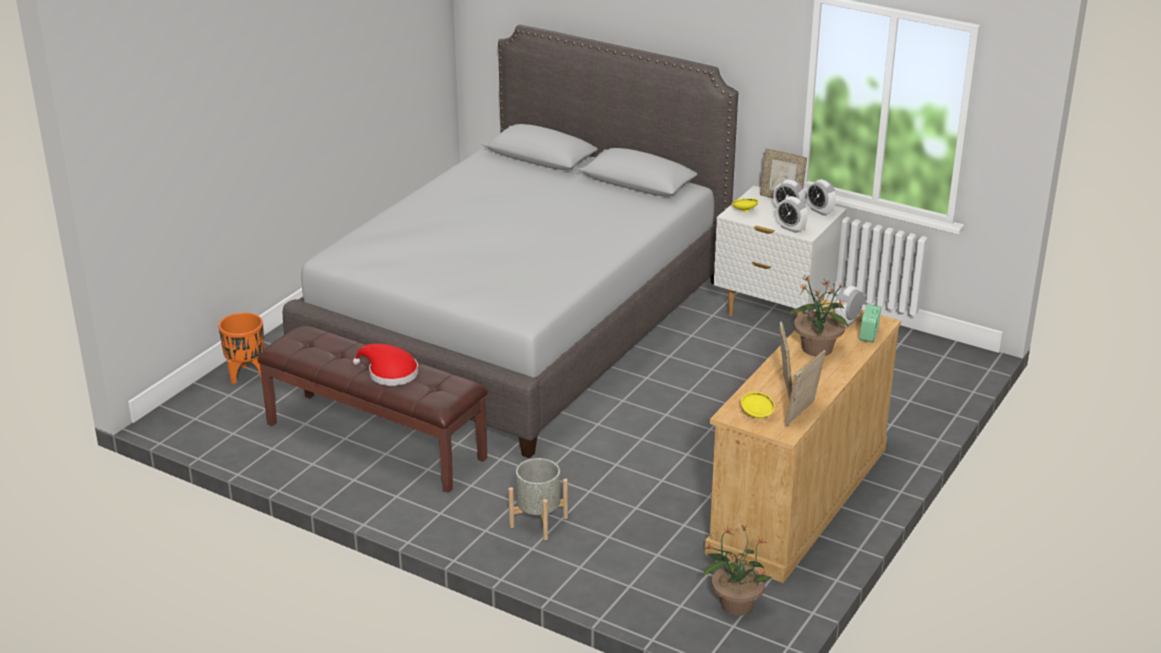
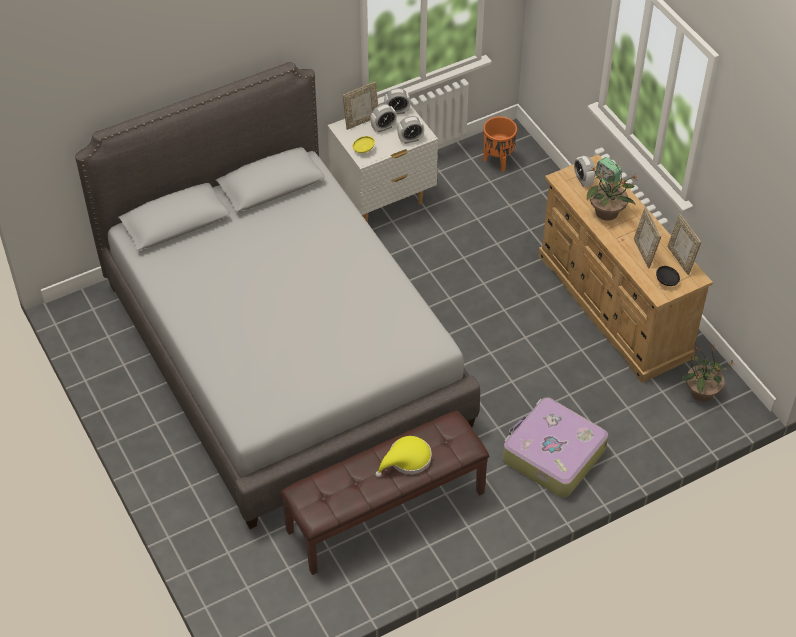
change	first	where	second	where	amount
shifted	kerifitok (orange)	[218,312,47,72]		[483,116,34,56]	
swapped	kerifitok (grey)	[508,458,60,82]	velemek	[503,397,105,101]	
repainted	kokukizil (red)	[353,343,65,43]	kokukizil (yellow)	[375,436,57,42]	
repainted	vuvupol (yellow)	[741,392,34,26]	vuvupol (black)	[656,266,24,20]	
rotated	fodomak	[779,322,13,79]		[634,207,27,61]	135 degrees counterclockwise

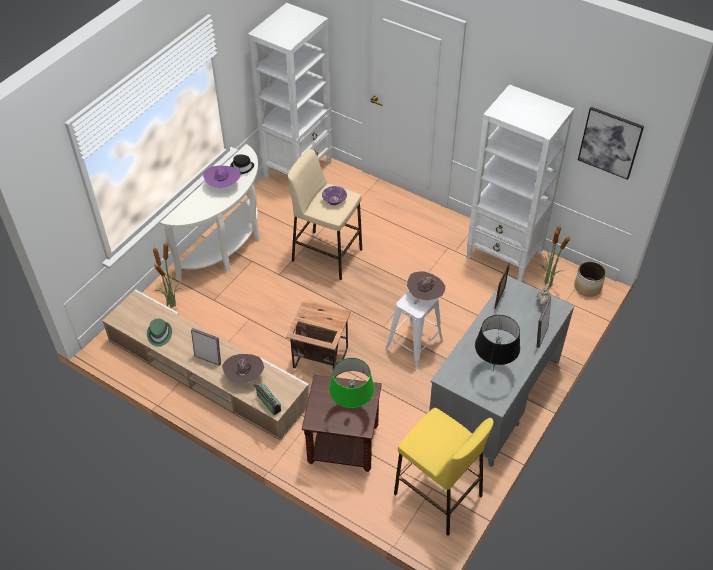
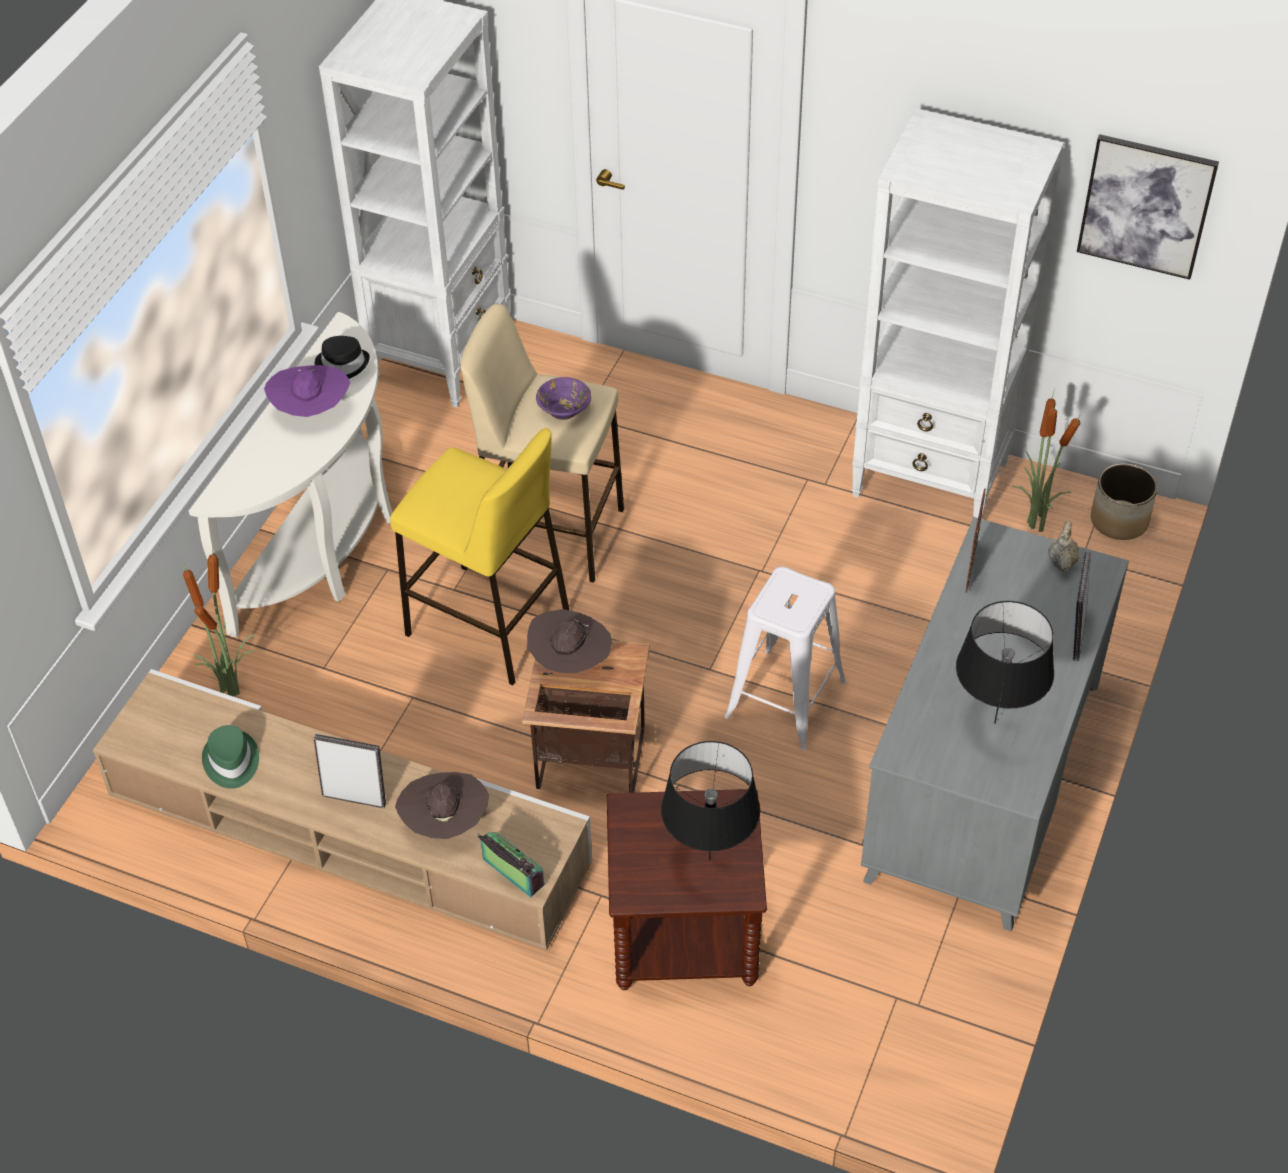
change	first	where	second	where	amount
shifted	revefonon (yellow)	[394,408,100,127]		[390,428,180,257]	
shifted	kokukizil (brown)	[407,271,38,30]		[527,609,85,64]	
repainted	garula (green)	[329,358,46,54]	garula (black)	[661,741,99,119]	

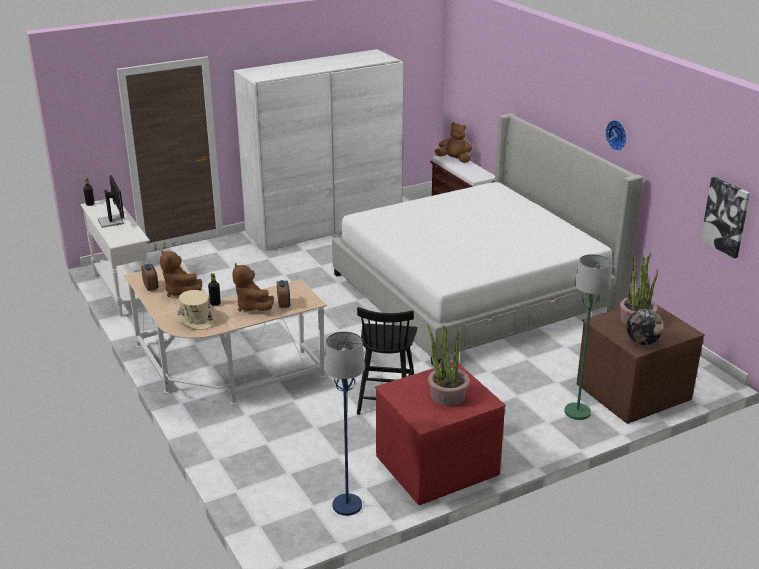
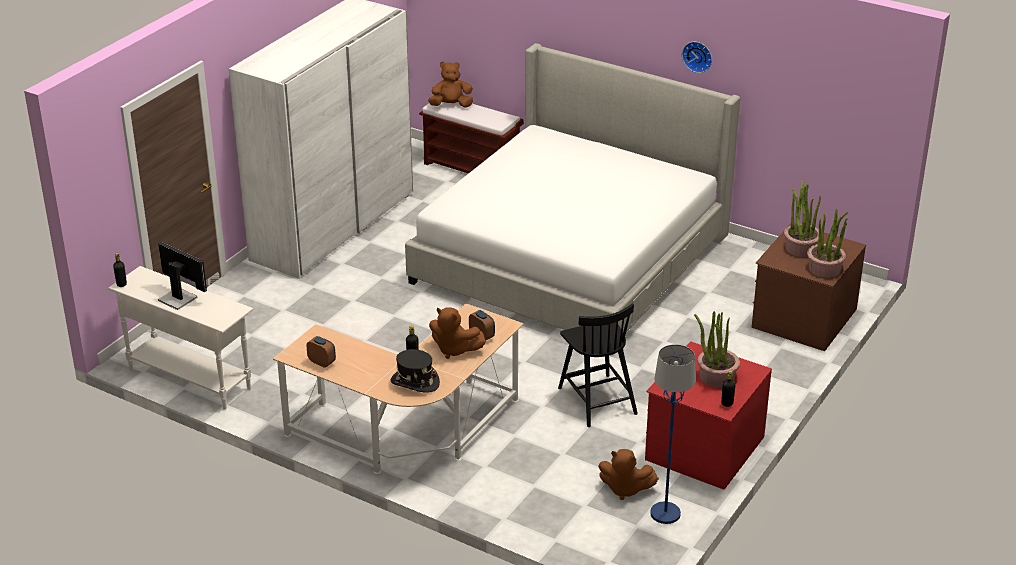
change	first	where	second	where	amount
gone	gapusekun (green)	[564,254,48,166]			
gone	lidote	[700,177,50,81]			
new			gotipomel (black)	[721,371,15,36]	
shifted	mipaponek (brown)	[160,250,42,47]		[598,449,61,51]	
swapped	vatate	[626,309,38,36]	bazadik	[807,209,41,69]	
repainted	kokukizil (beige)	[175,290,41,40]	kokukizil (black)	[391,349,49,44]	

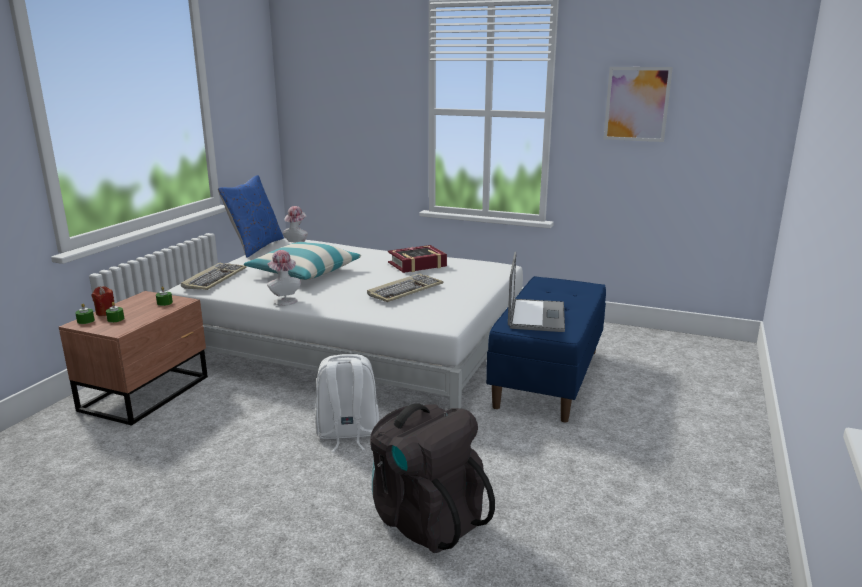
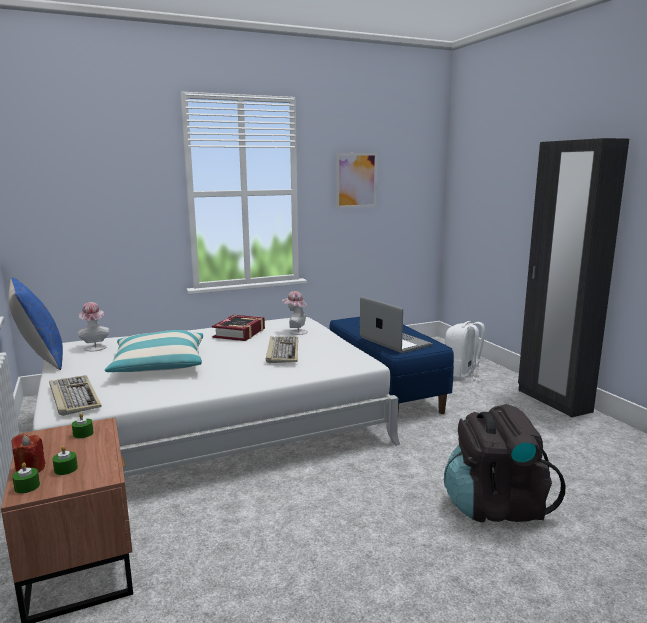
change	first	where	second	where	amount
new			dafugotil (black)	[518,138,111,280]	
shifted	kokukizil	[267,250,34,56]		[282,291,26,44]	
shifted	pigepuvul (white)	[315,354,64,98]		[445,321,42,60]	

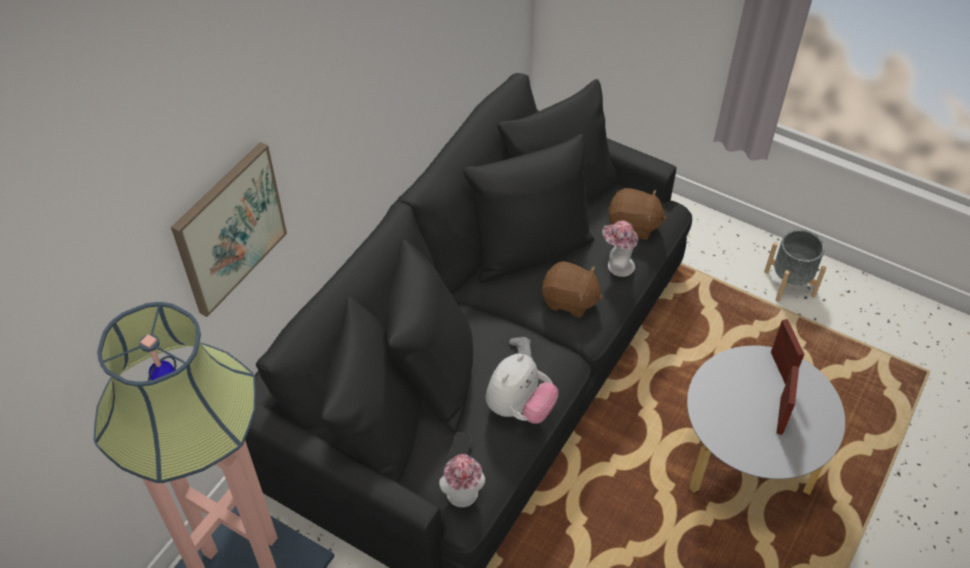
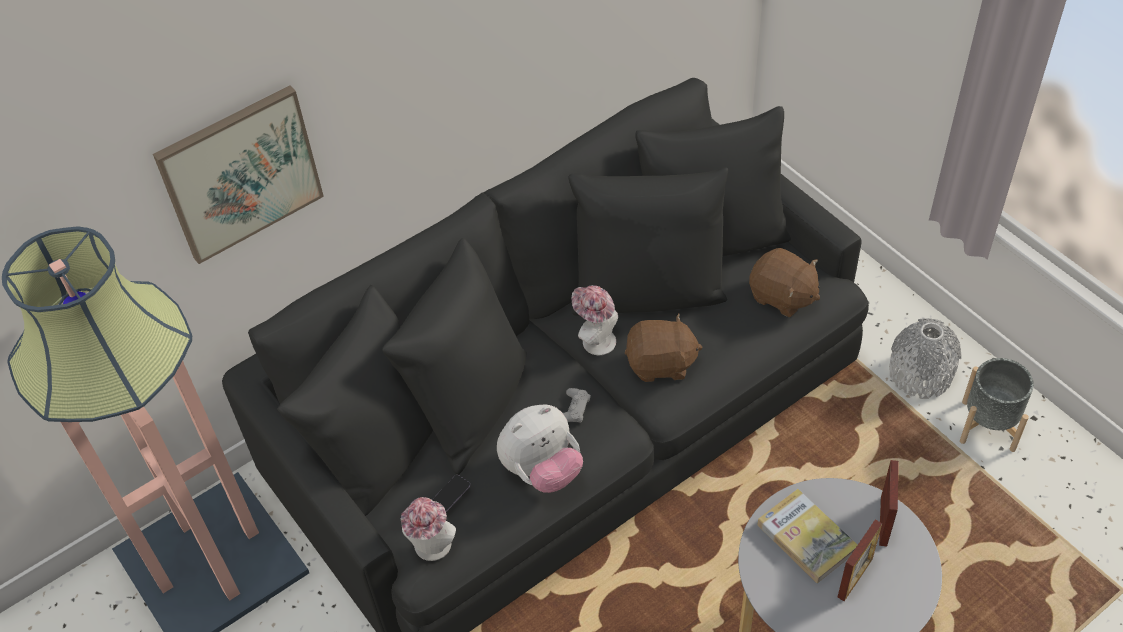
change	first	where	second	where	amount
new			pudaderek	[758,489,100,94]	
new			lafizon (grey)	[889,318,72,81]	
shifted	kokukizil	[602,220,36,57]		[571,285,47,70]	
rotated	mipaponek (brown)	[542,261,61,57]		[625,314,78,68]	45 degrees counterclockwise

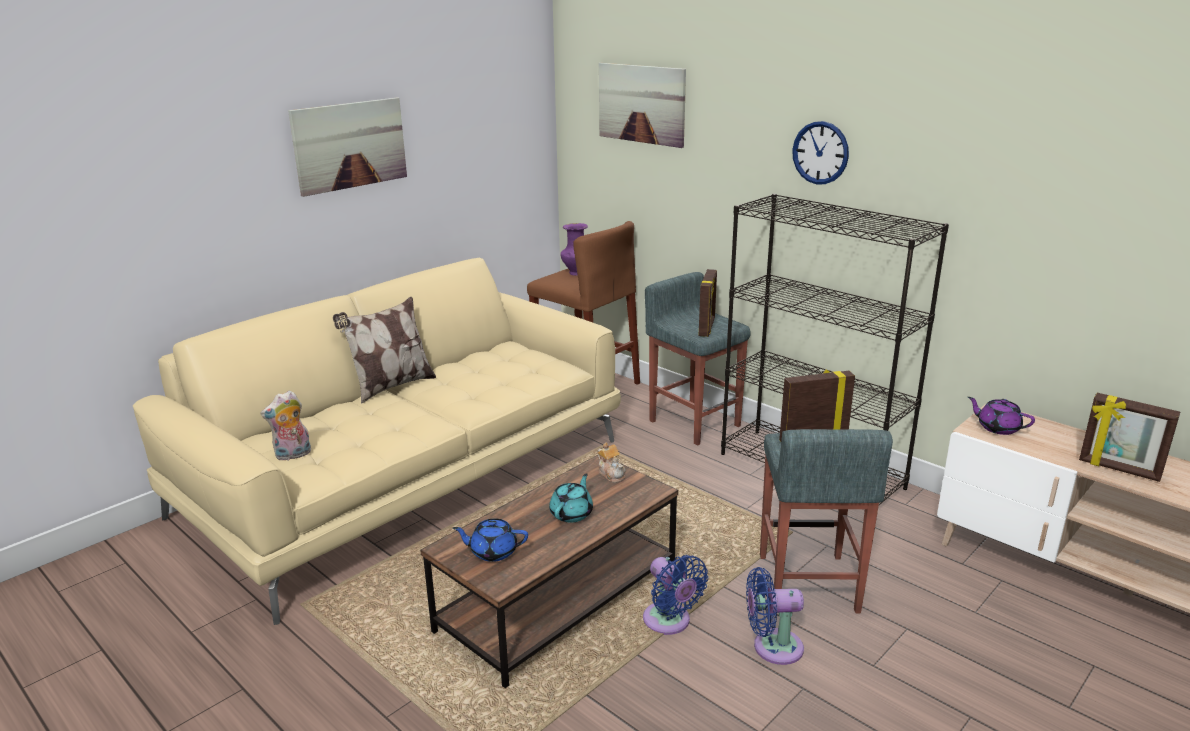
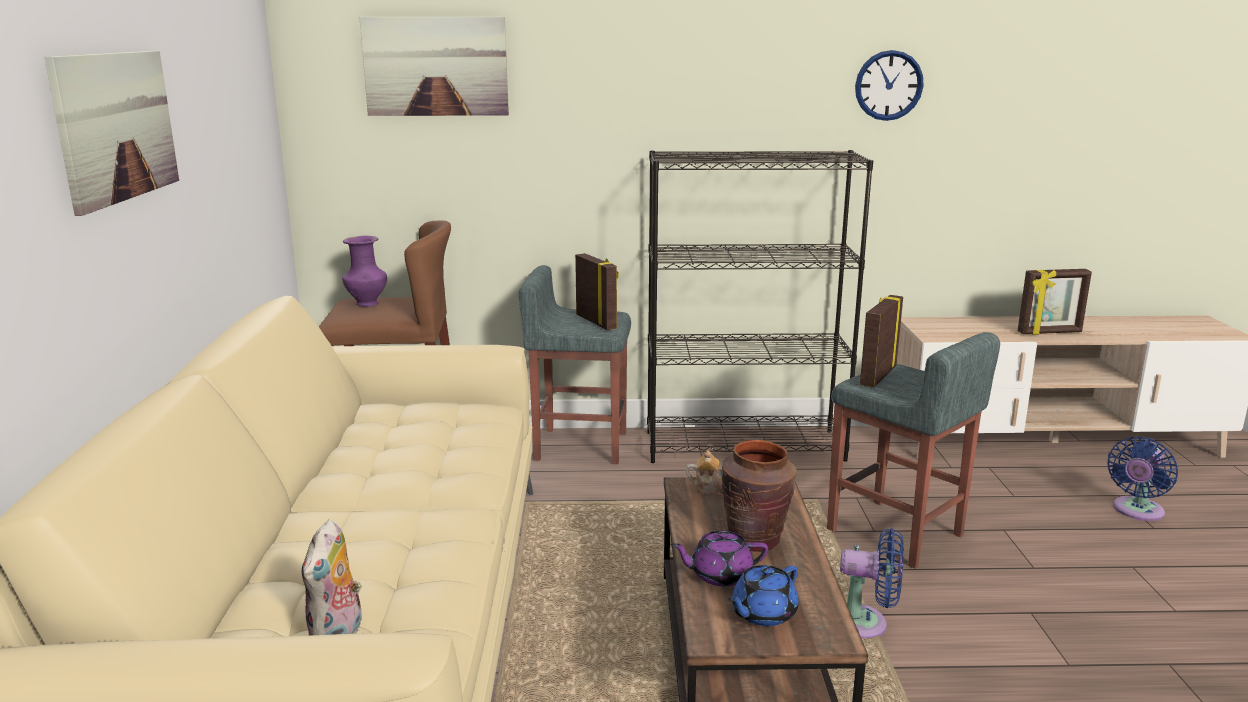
change	first	where	second	where	amount
gone	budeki	[333,297,103,107]			
shifted	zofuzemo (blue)	[746,567,58,98]		[1108,437,70,84]	
shifted	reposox	[792,121,57,63]		[855,50,69,71]	
shifted	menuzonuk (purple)	[968,397,67,38]		[671,531,97,55]	
swapped	menuzonuk (turquoise)	[549,473,44,50]	lafizon (brown)	[722,440,75,112]	

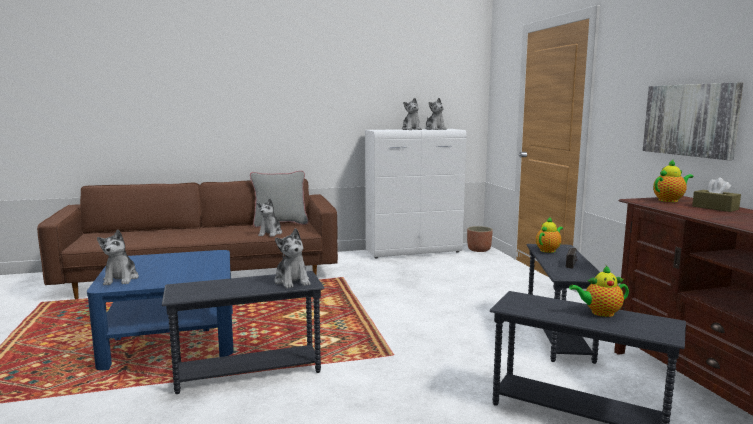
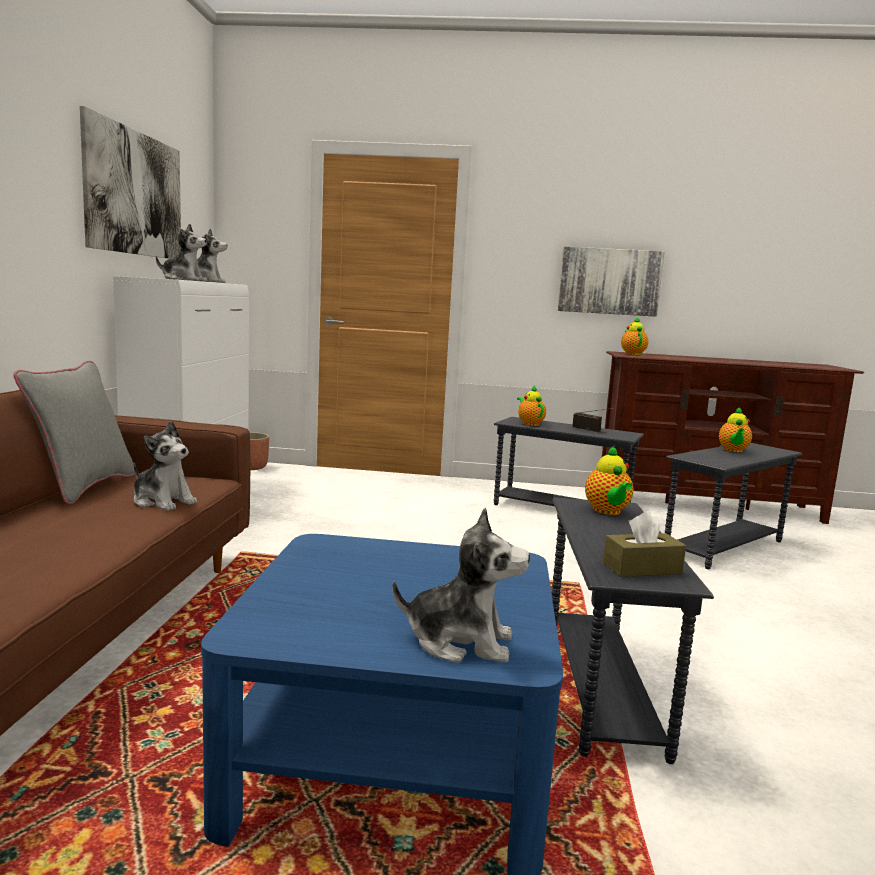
change	first	where	second	where	amount
new			lidote	[80,106,101,153]	
shifted	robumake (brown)	[692,177,49,35]		[603,511,83,66]	
swapped	mipaponek	[274,228,37,60]	menuzonuk	[585,446,48,69]	

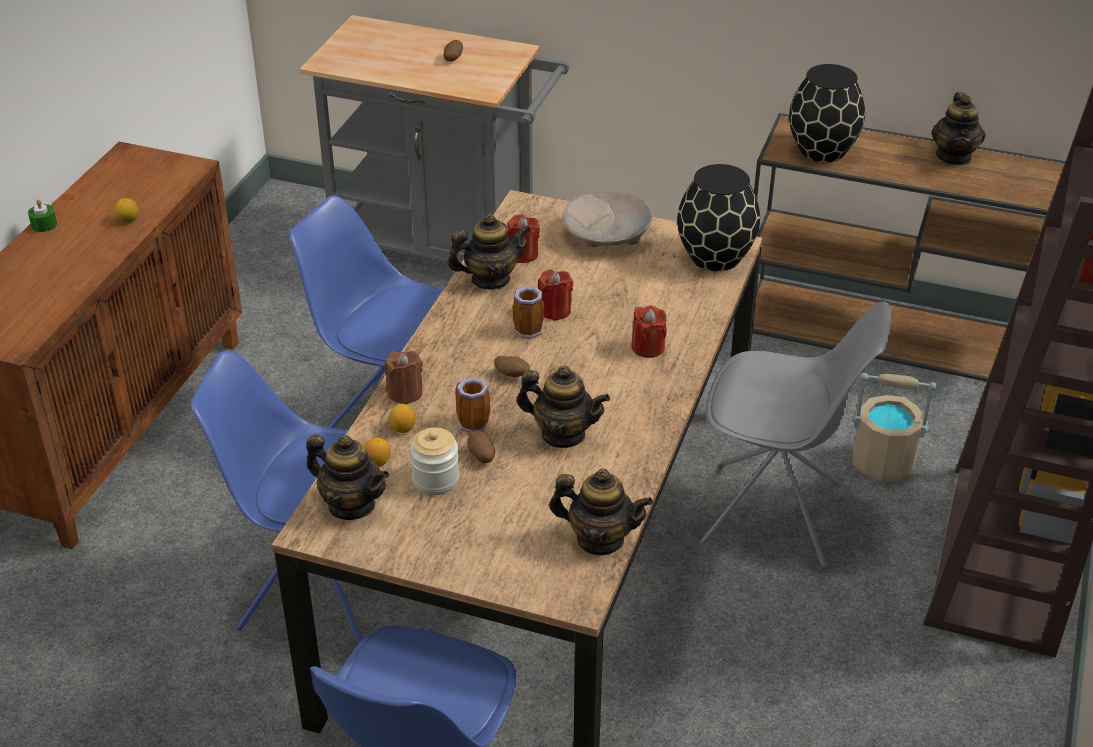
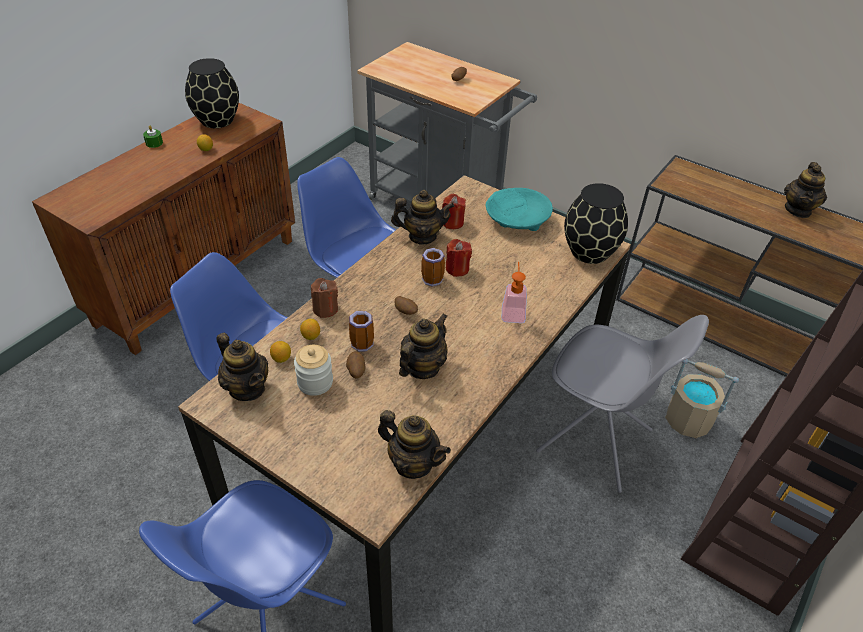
change	first	where	second	where	amount
shifted	lafizon (black)	[789,64,76,98]		[185,58,54,70]	
swapped	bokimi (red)	[631,305,36,53]	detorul	[502,262,25,61]	
repainted	vuvupol (beige)	[561,191,92,56]	vuvupol (turquoise)	[485,188,68,43]	
rotated	menuzonuk	[516,365,94,83]		[399,313,49,66]	90 degrees counterclockwise

